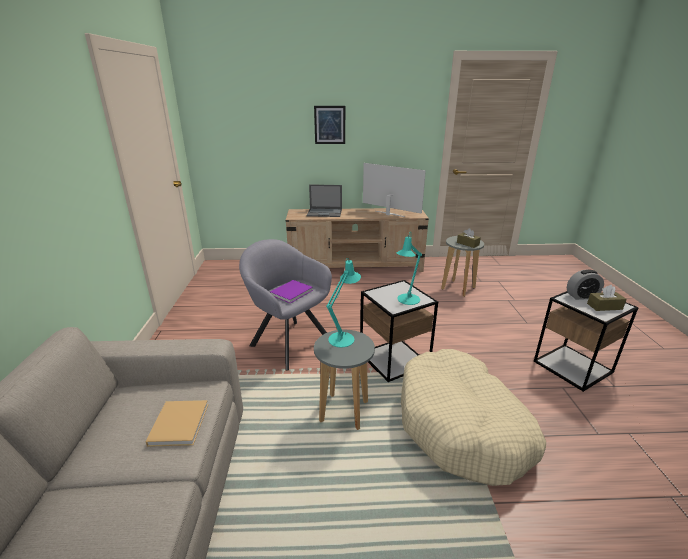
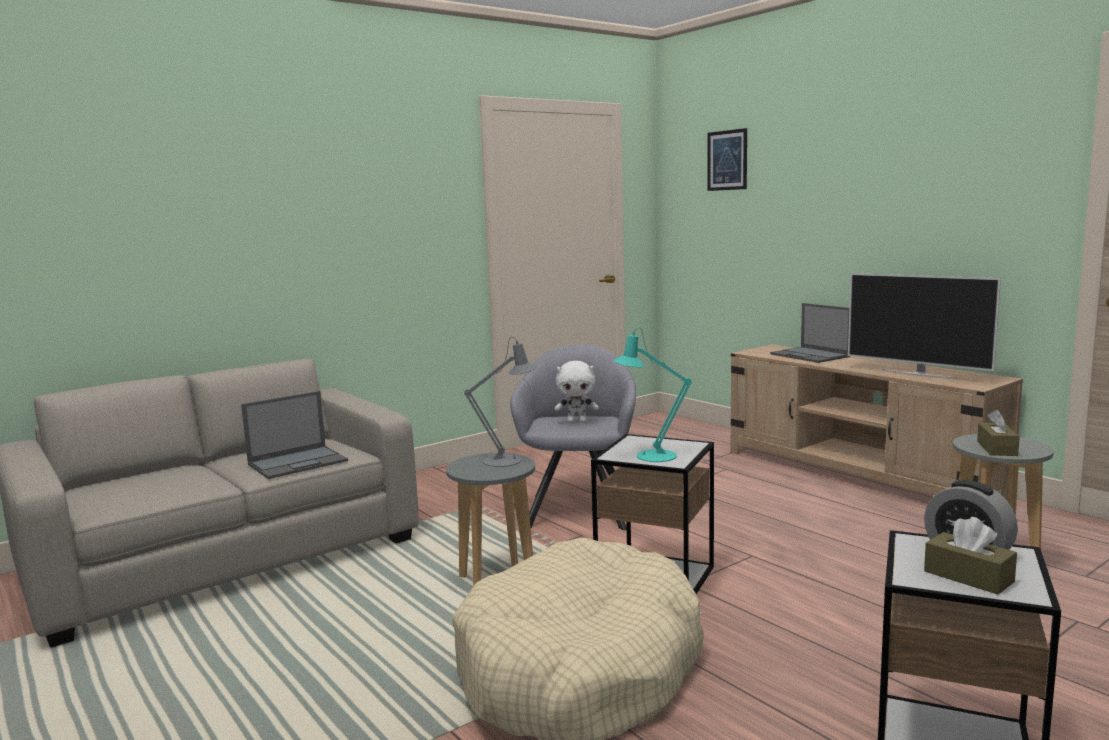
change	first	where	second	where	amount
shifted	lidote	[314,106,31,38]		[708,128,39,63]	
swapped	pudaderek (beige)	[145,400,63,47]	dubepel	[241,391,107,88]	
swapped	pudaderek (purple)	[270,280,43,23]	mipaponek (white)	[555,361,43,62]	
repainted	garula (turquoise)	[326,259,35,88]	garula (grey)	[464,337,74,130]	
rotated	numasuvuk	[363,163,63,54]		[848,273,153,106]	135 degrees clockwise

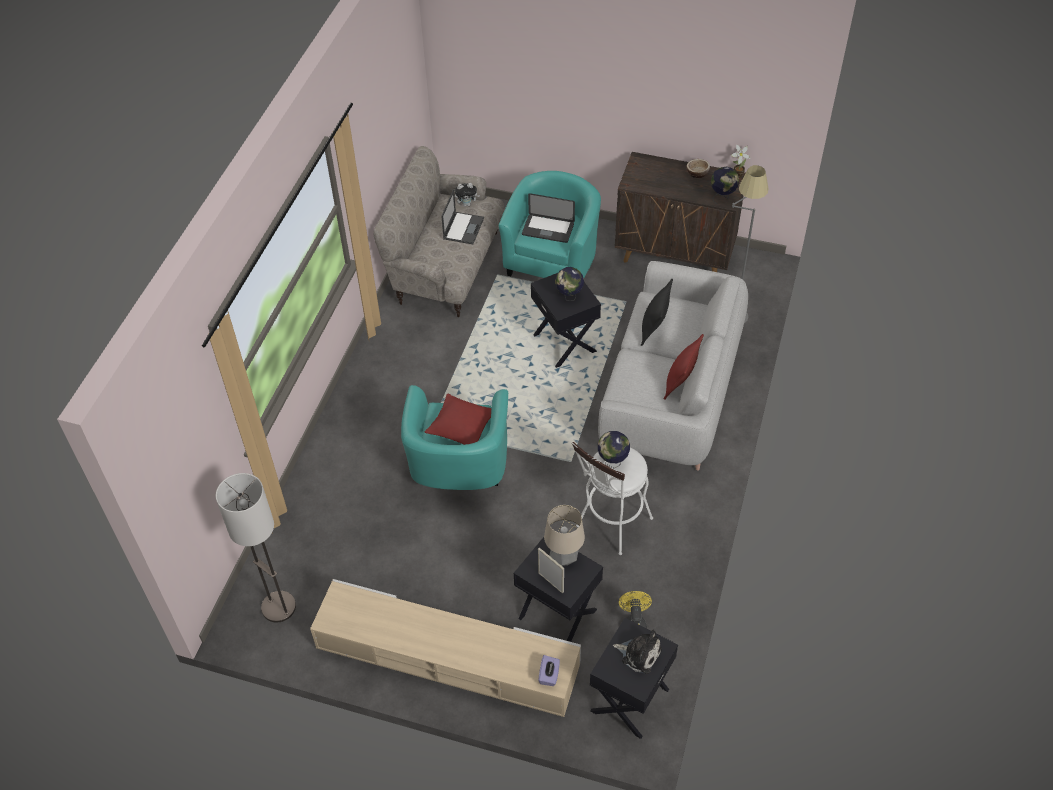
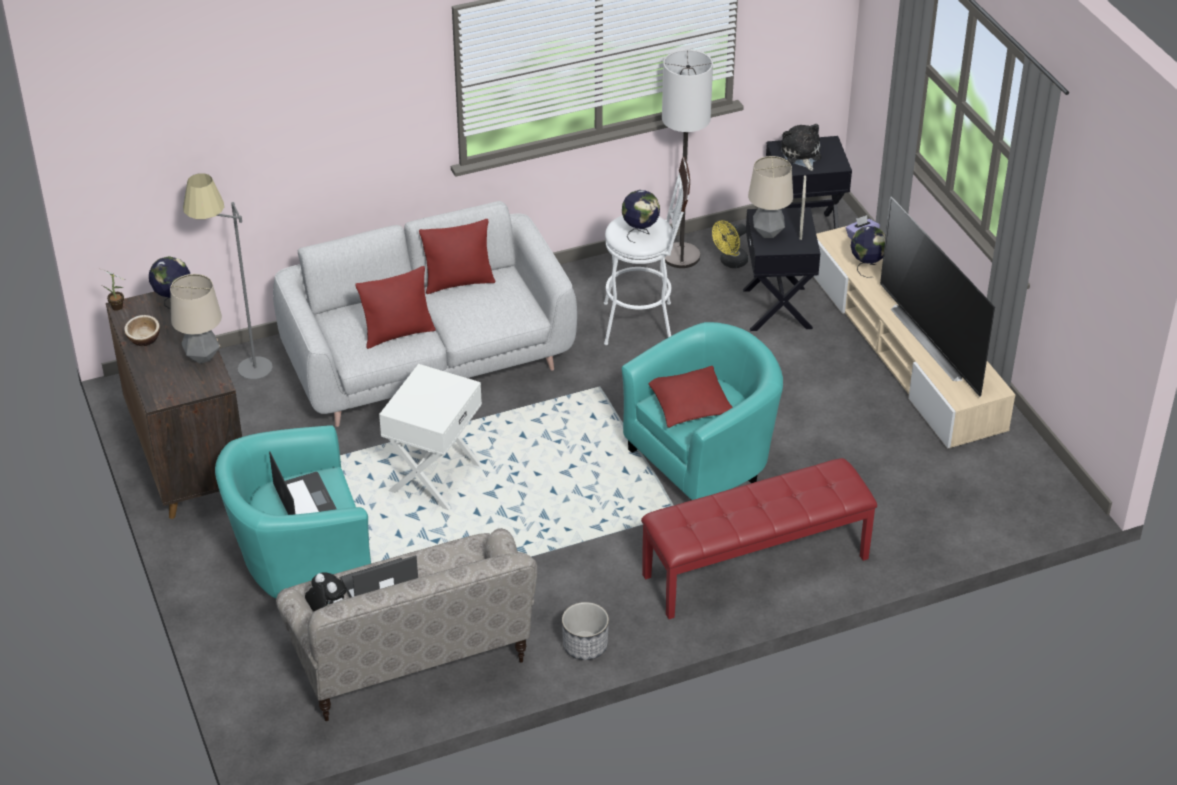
change	first	where	second	where	amount
new			garula	[170,274,52,90]	
new			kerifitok	[562,602,47,58]	
new			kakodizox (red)	[641,458,236,161]	
new			numasuvuk	[880,196,115,201]	
shifted	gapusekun	[215,473,81,149]		[662,49,51,219]	
shifted	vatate	[555,267,29,34]		[851,226,35,52]	
repainted	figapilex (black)	[531,267,70,101]	figapilex (white)	[379,364,103,146]	
repainted	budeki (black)	[641,279,32,67]	budeki (red)	[355,266,81,83]	

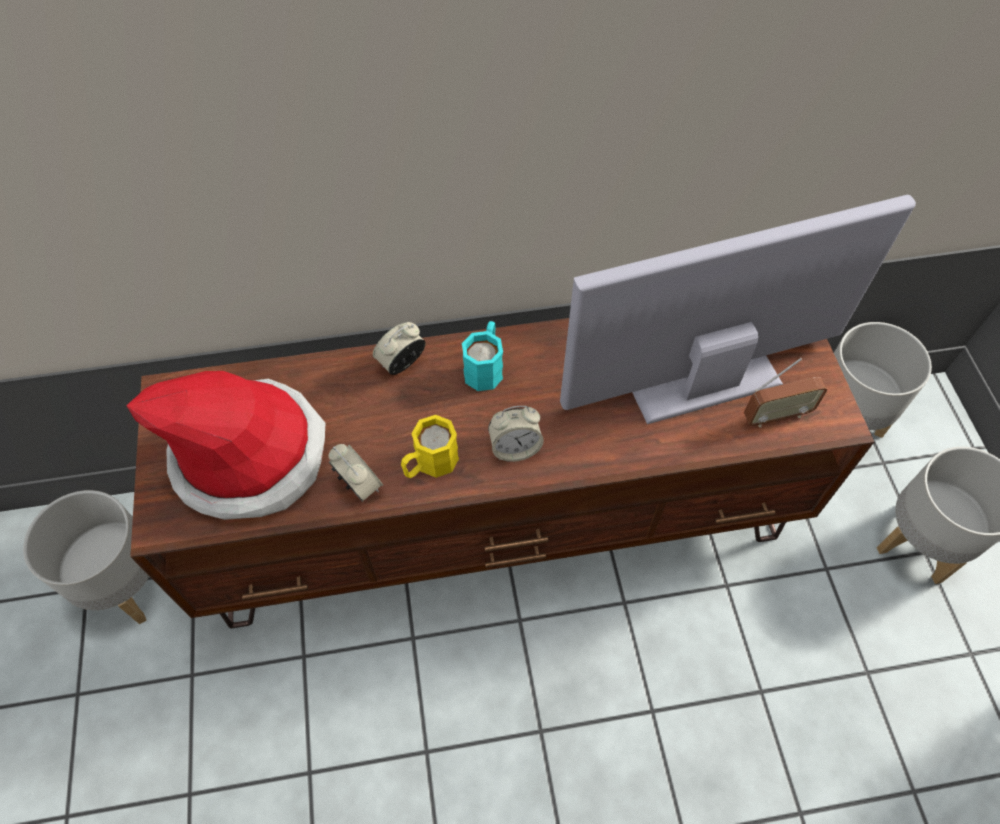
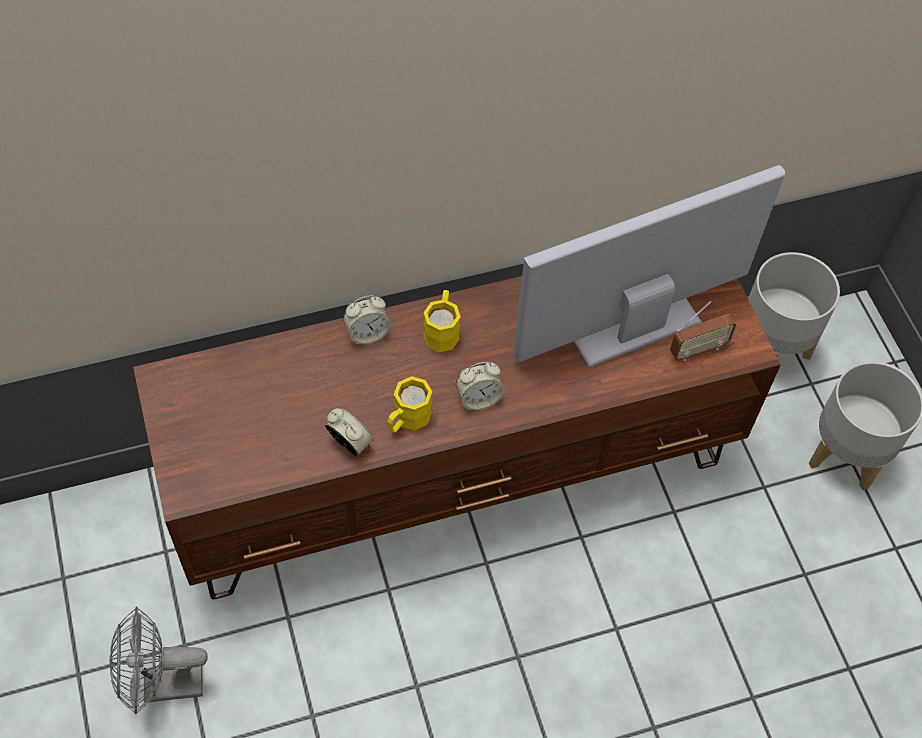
change	first	where	second	where	amount
gone	kerifitok (grey)	[23,490,126,134]			
gone	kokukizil	[126,371,199,149]			
new			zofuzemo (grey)	[110,607,98,107]	
repainted	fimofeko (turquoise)	[462,321,41,70]	fimofeko (yellow)	[423,290,38,62]	
rotated	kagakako	[373,322,53,53]		[343,295,48,50]	150 degrees counterclockwise

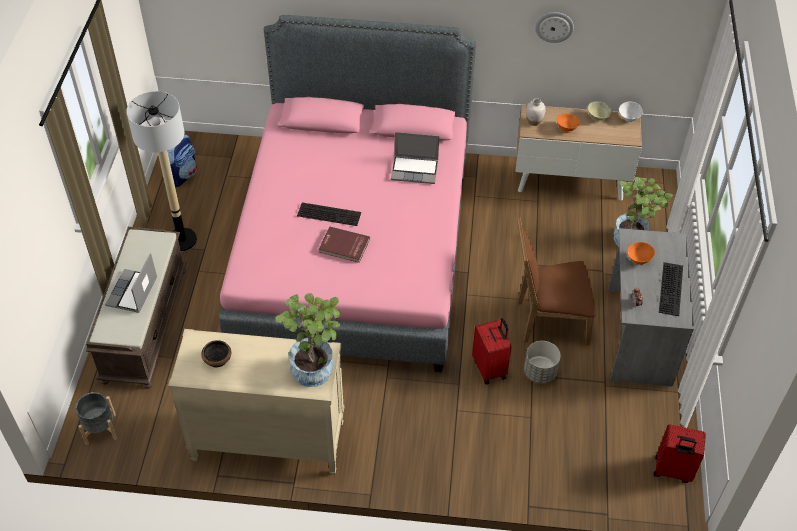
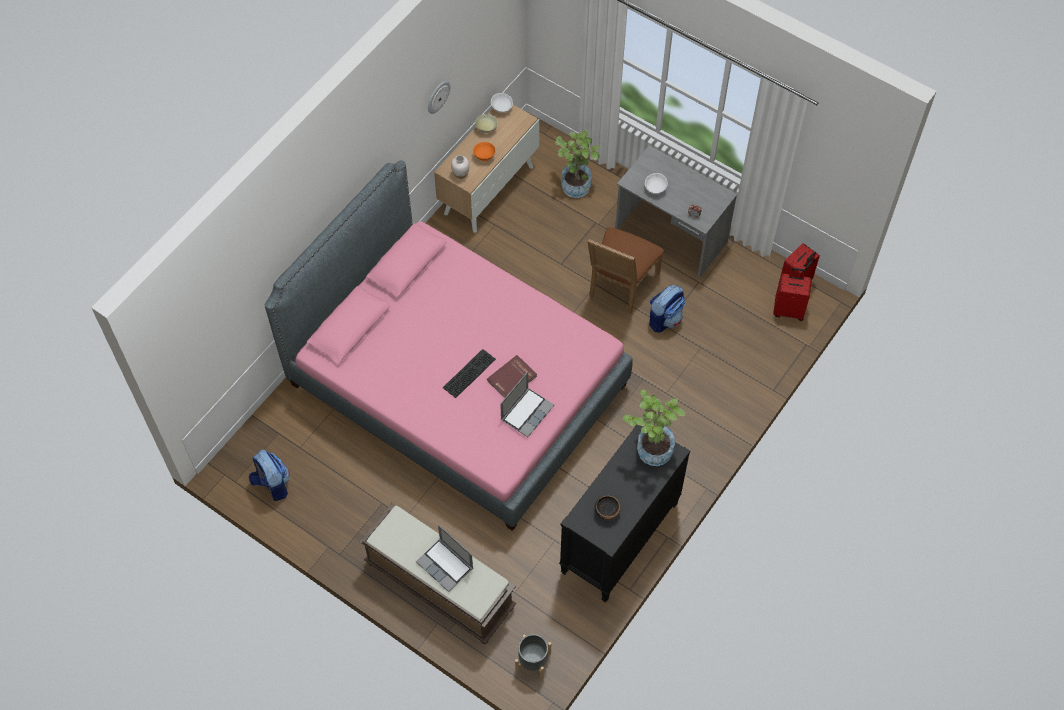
change	first	where	second	where	amount
gone	gapusekun	[126,91,71,160]			
gone	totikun	[659,262,24,54]			
shifted	dubepel	[391,132,48,52]		[500,372,54,65]	
shifted	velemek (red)	[472,318,39,67]		[773,268,39,53]	
swapped	kerifitok (grey)	[524,341,37,42]	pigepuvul	[649,285,36,48]	
repainted	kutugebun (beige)	[168,329,176,146]	kutugebun (black)	[559,423,131,180]	
repainted	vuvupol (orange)	[627,242,28,23]	vuvupol (white)	[645,173,23,21]	

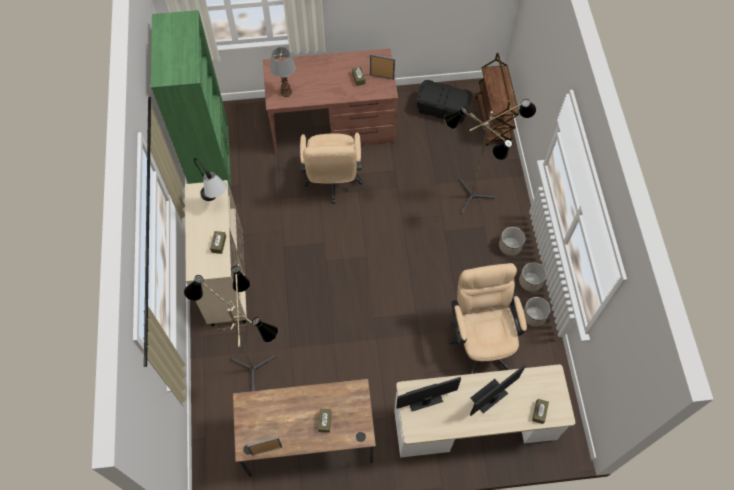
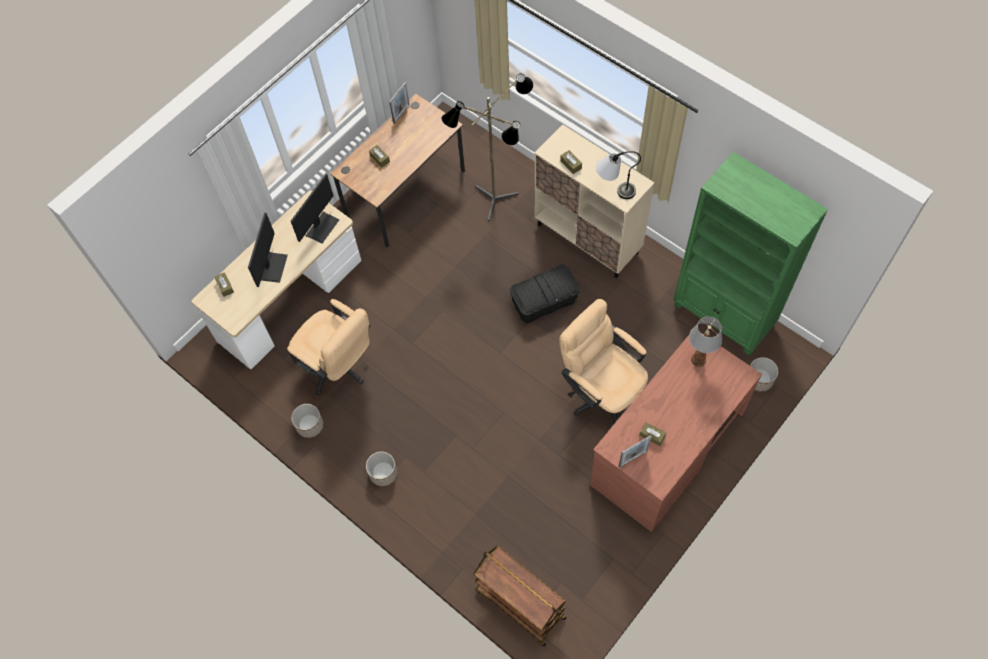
change	first	where	second	where	amount
gone	gapusekun	[444,99,92,116]			
shifted	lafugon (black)	[416,80,56,44]		[510,265,70,58]	
shifted	kerifitok	[519,262,27,30]		[750,357,28,35]	

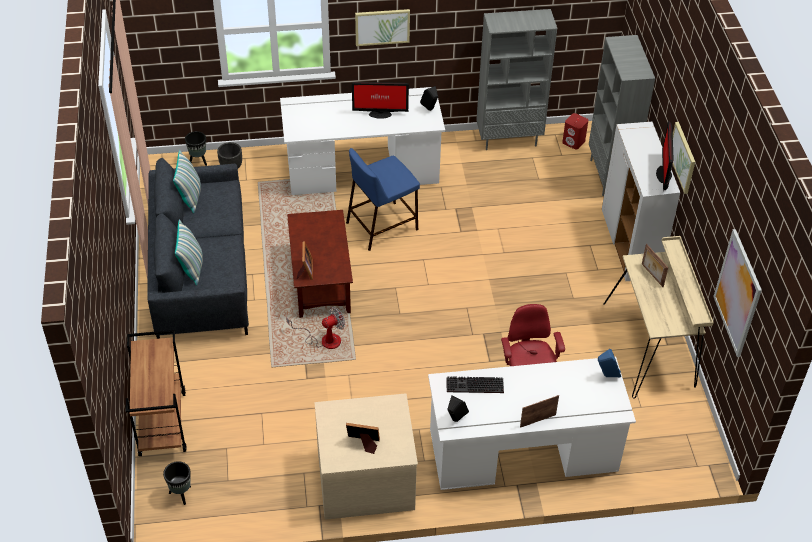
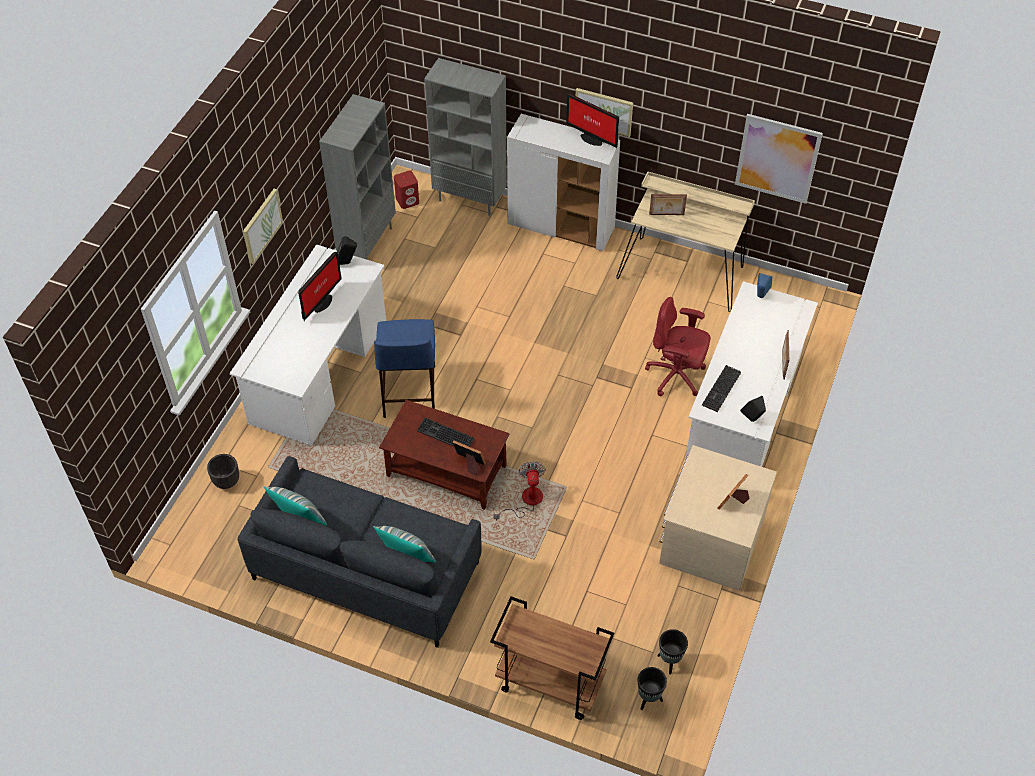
change	first	where	second	where	amount
new			totikun	[417,418,57,29]	
shifted	kerifitok (black)	[185,131,22,35]		[657,629,31,46]	

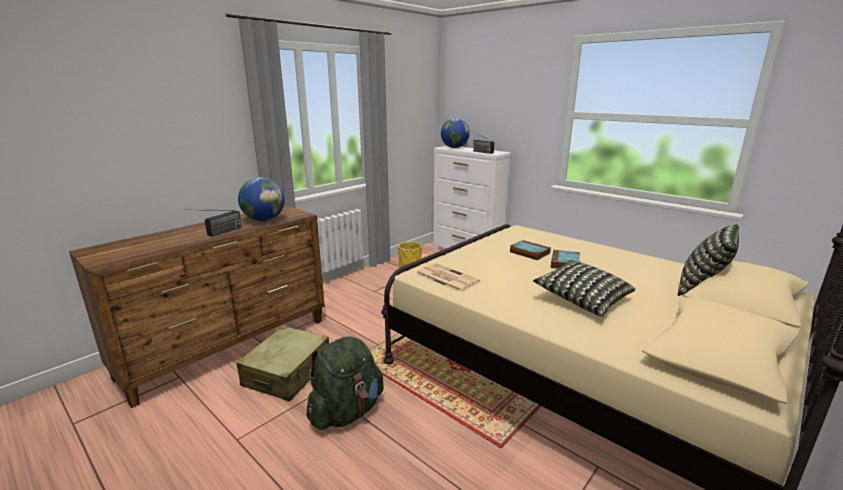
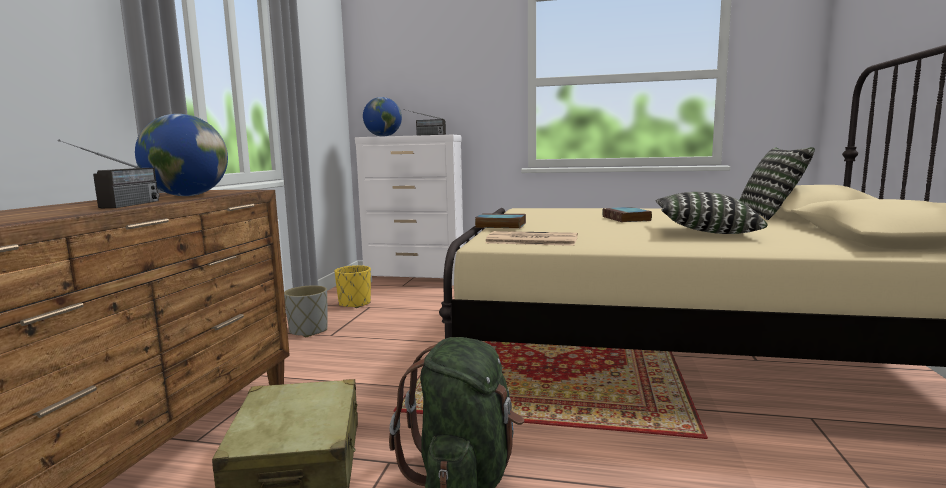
change	first	where	second	where	amount
new			kerifitok (grey)	[284,285,44,52]	
shifted	pudaderek	[510,240,41,20]		[475,213,51,15]	

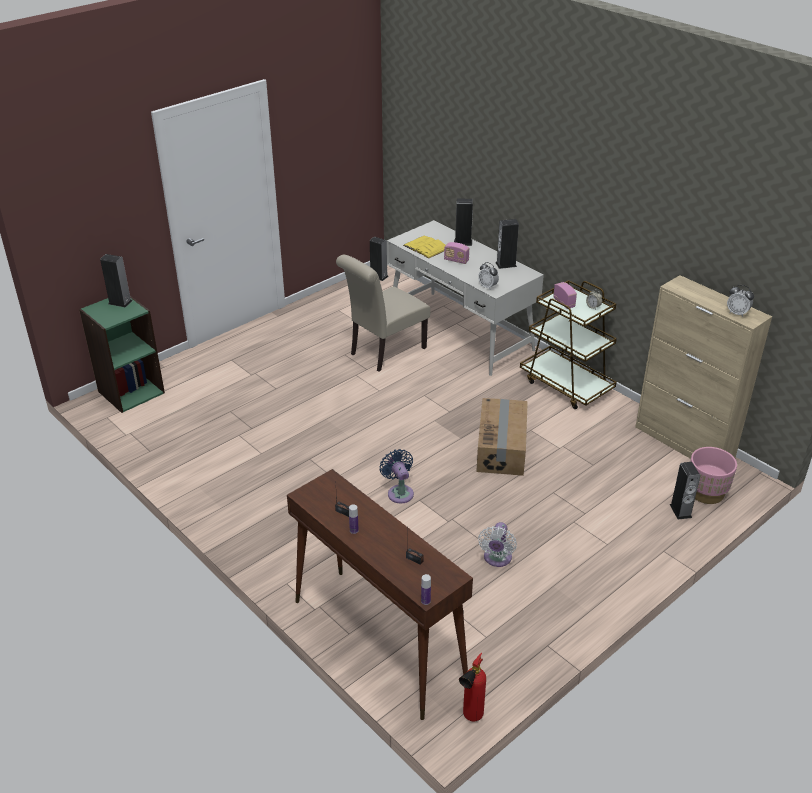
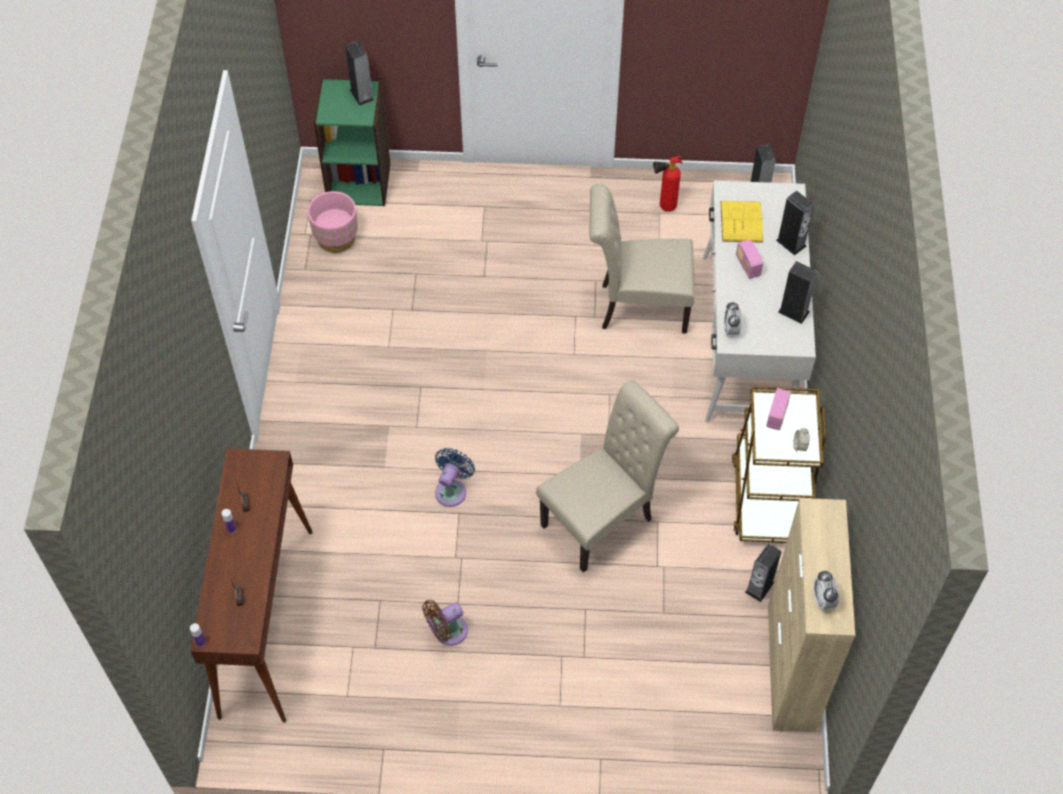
change	first	where	second	where	amount
shifted	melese	[459,653,27,68]		[653,156,29,56]	
shifted	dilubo	[670,462,30,58]		[745,544,37,58]	
shifted	kerifitok (pink)	[690,447,47,57]		[307,191,51,62]	
swapped	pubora	[476,398,52,78]	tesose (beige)	[536,380,143,192]	
repainted	zofuzemo (white)	[478,522,39,45]	zofuzemo (brown)	[422,600,46,46]	

